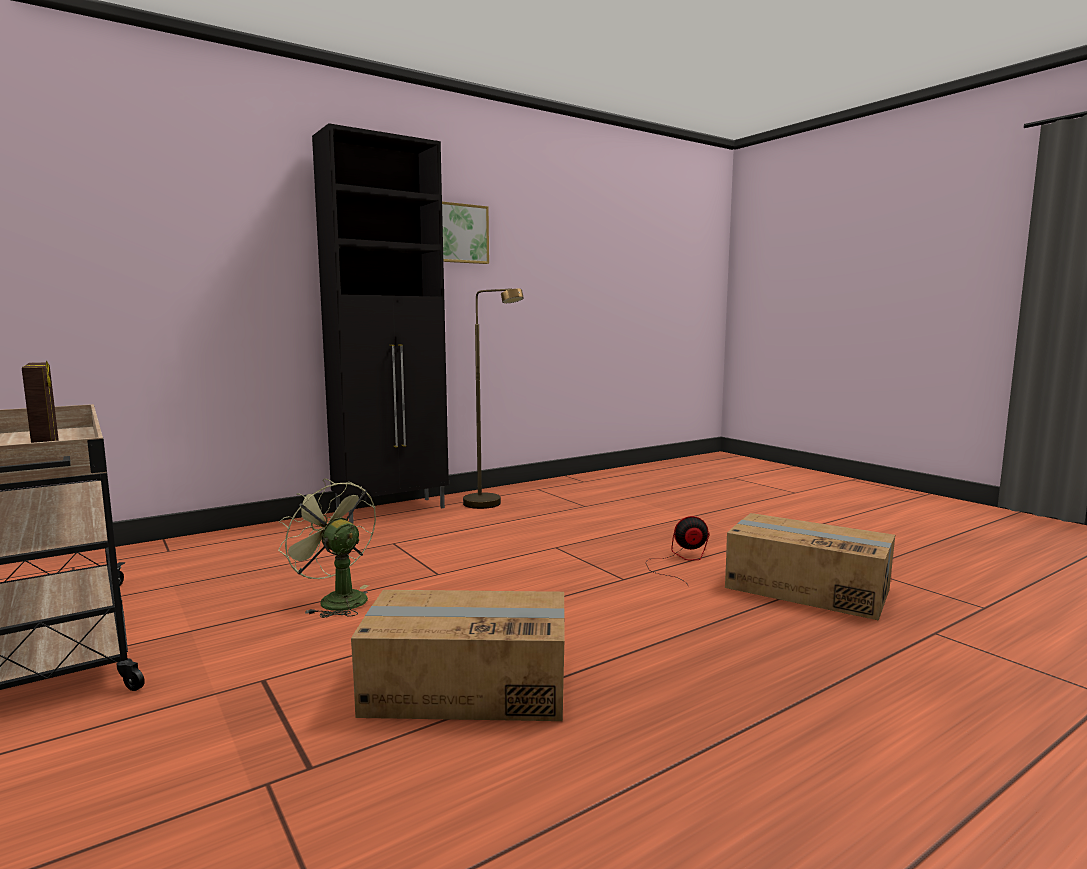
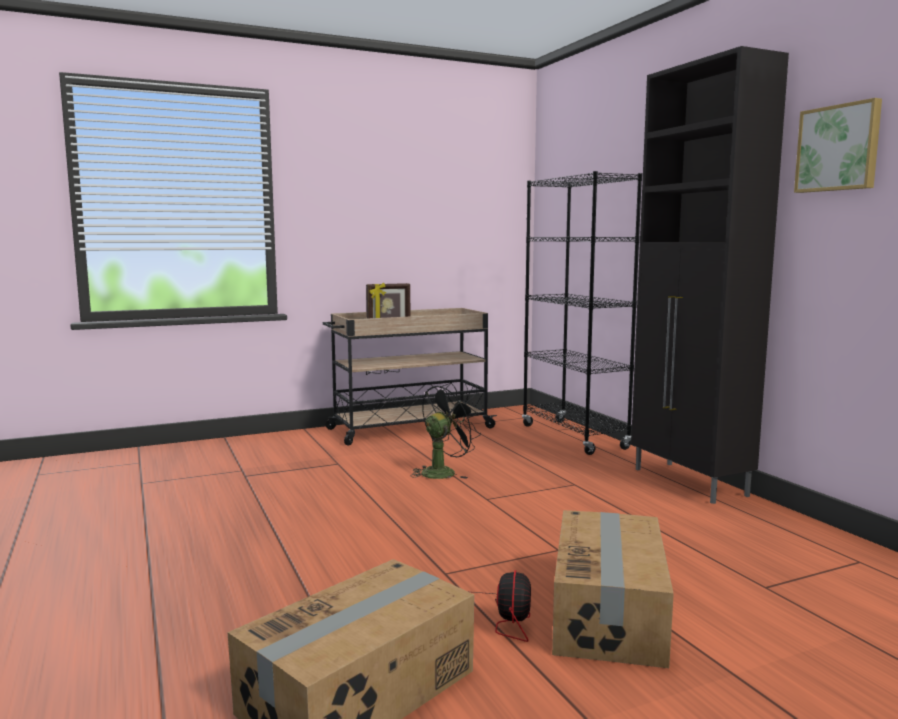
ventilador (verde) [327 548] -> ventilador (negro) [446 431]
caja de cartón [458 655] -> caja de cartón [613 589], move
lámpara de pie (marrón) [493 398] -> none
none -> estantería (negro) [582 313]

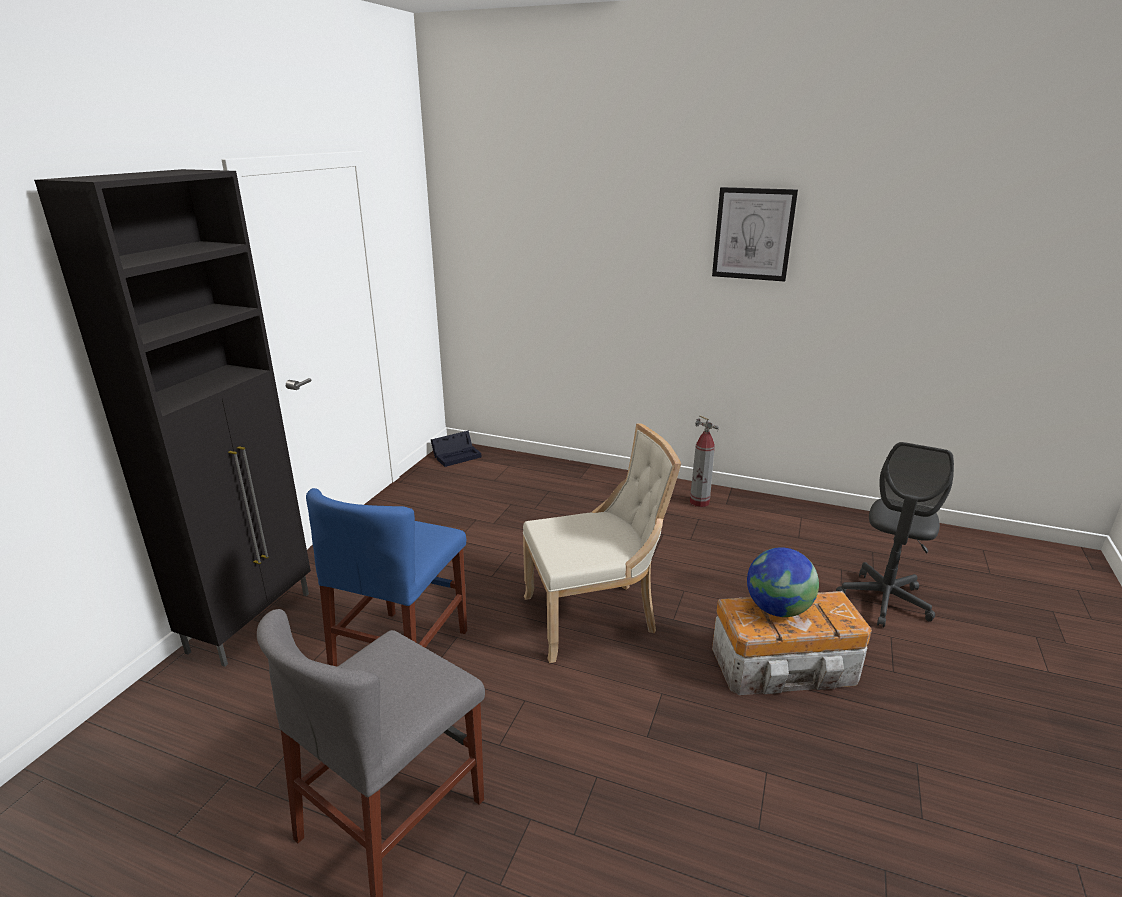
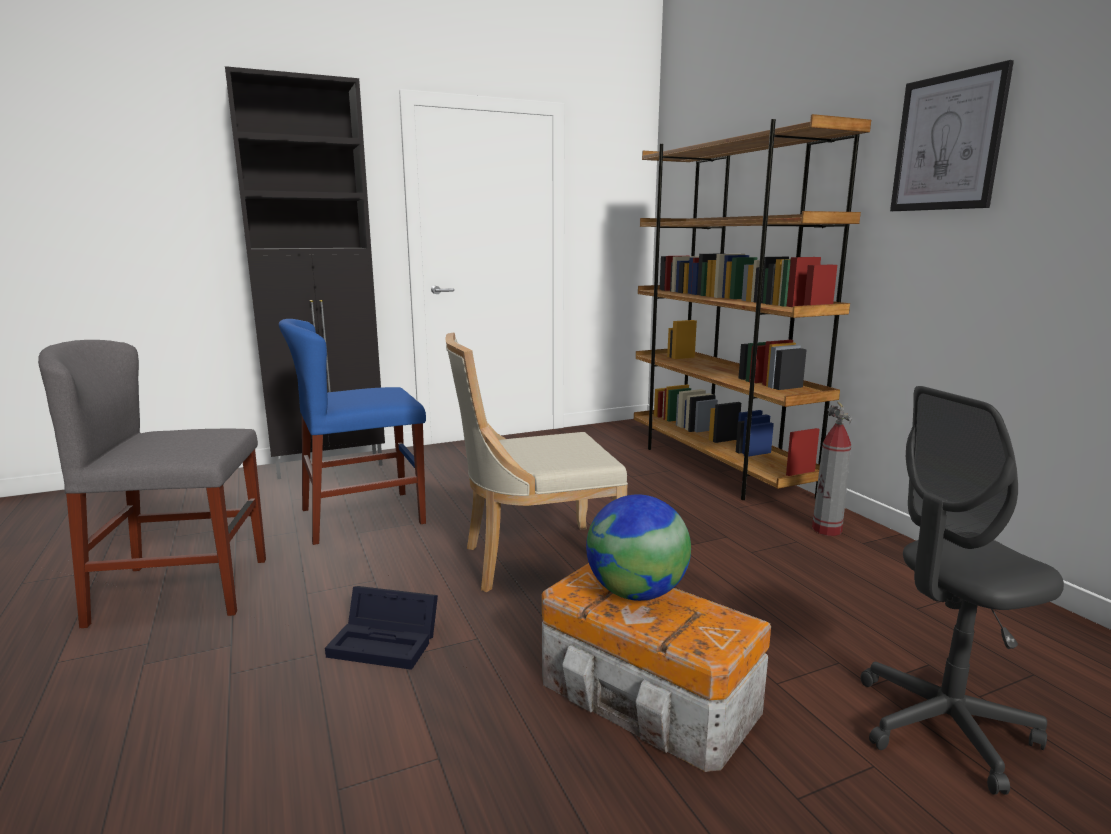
caja de almacenaje (negro) [456 449] -> caja de almacenaje (negro) [381 628], move
silla (beis) [602 543] -> silla (beis) [536 462], 135 degrees clockwise
none -> estantería (marrón) [752 307]

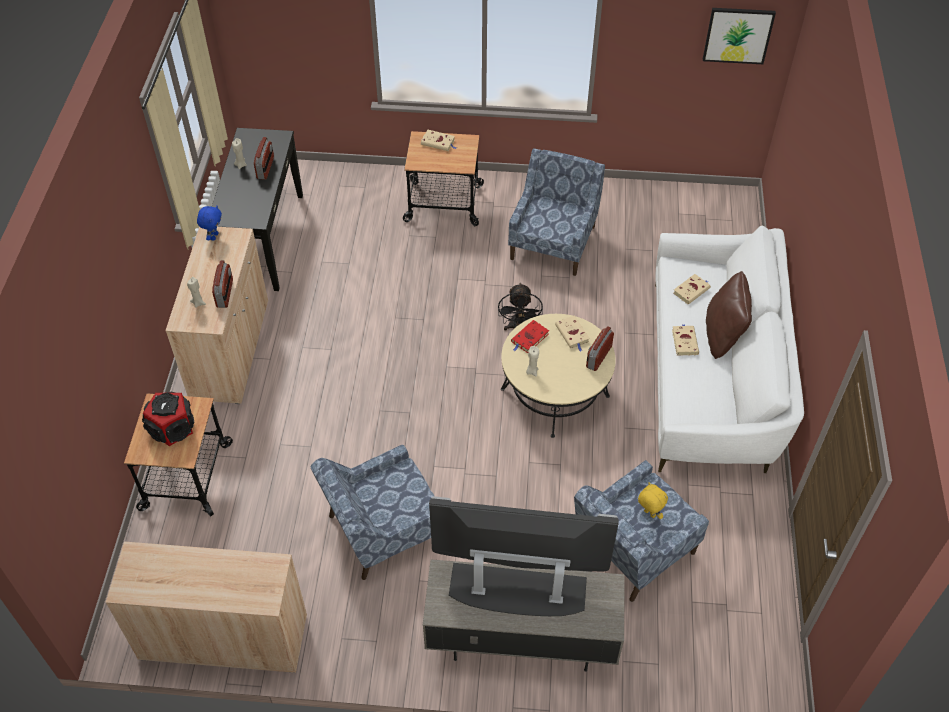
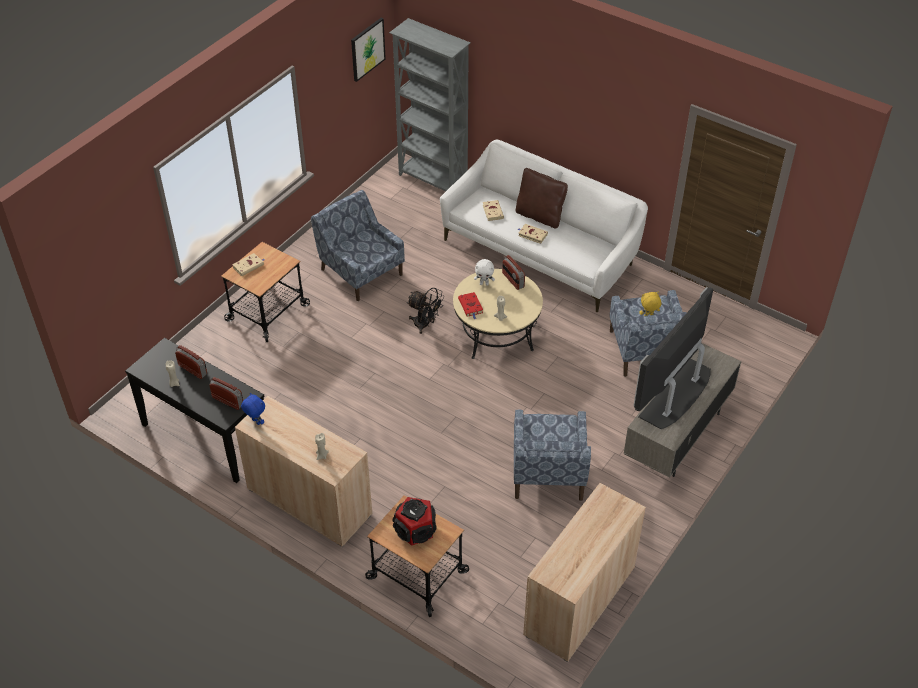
radio [222 284] -> radio [226 393], move
libro (beis) [572 333] -> peluche (blanco) [484 272]
none -> estantería (gris) [430 104]

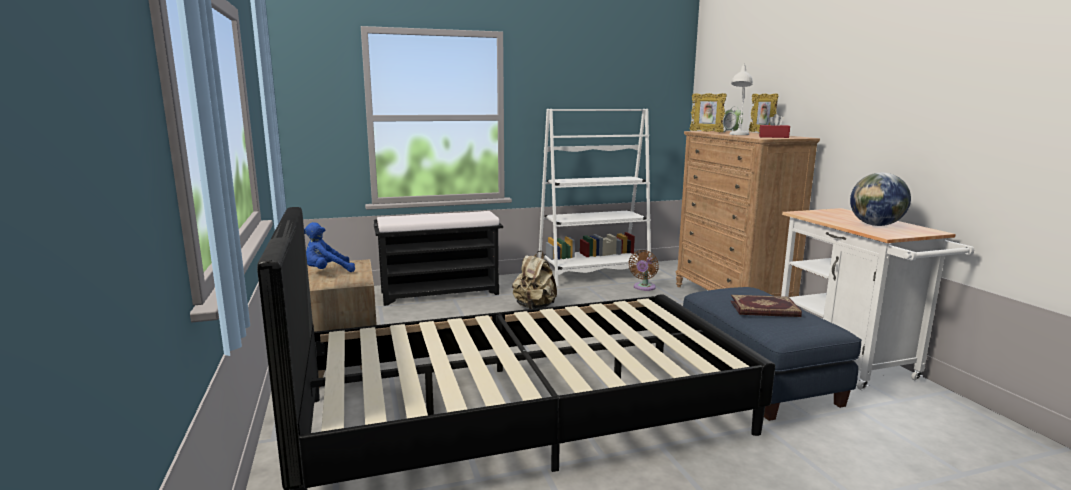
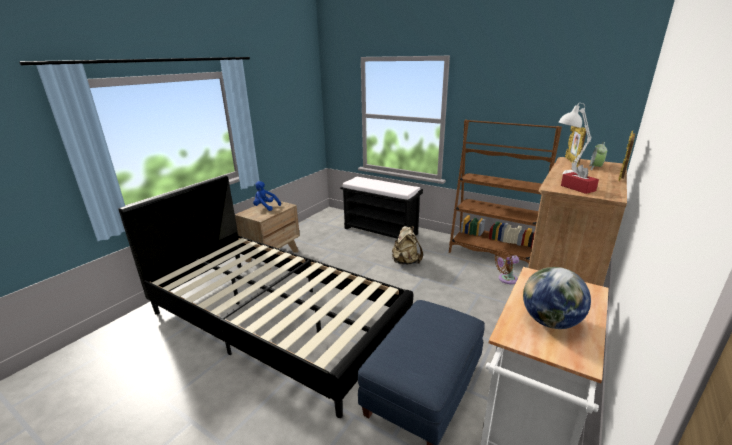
estantería (blanco) [594 197] -> estantería (marrón) [505 191]
libro [766 306] -> none

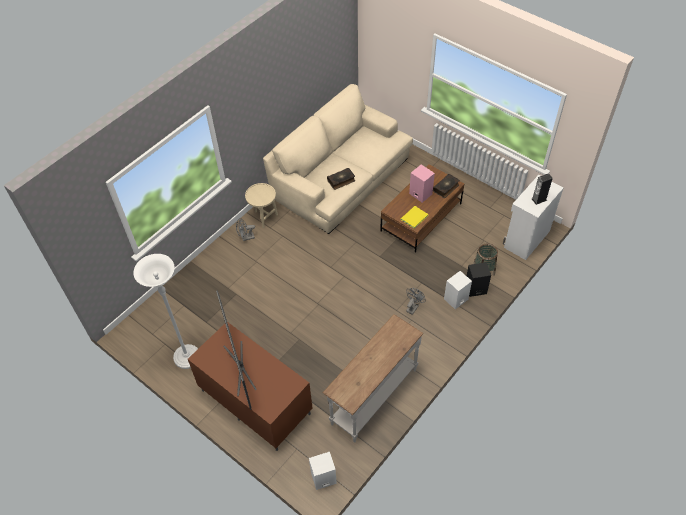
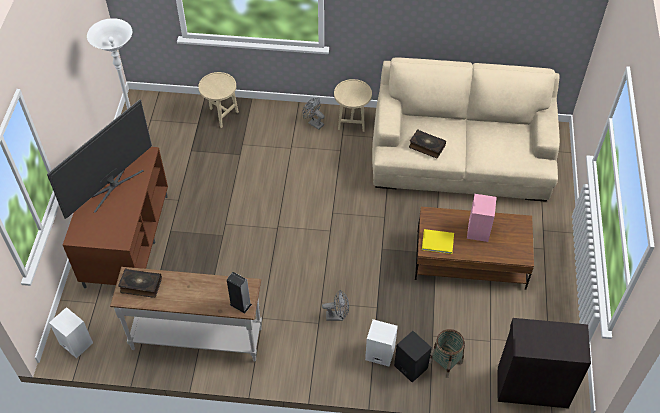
libro [446 186] -> libro [140 283], move
armario (blanco) [533 217] -> armario (negro) [544 363]
altavoz [542 189] -> altavoz [239 293], move
none -> mesa auxiliar (beis) [218 100]

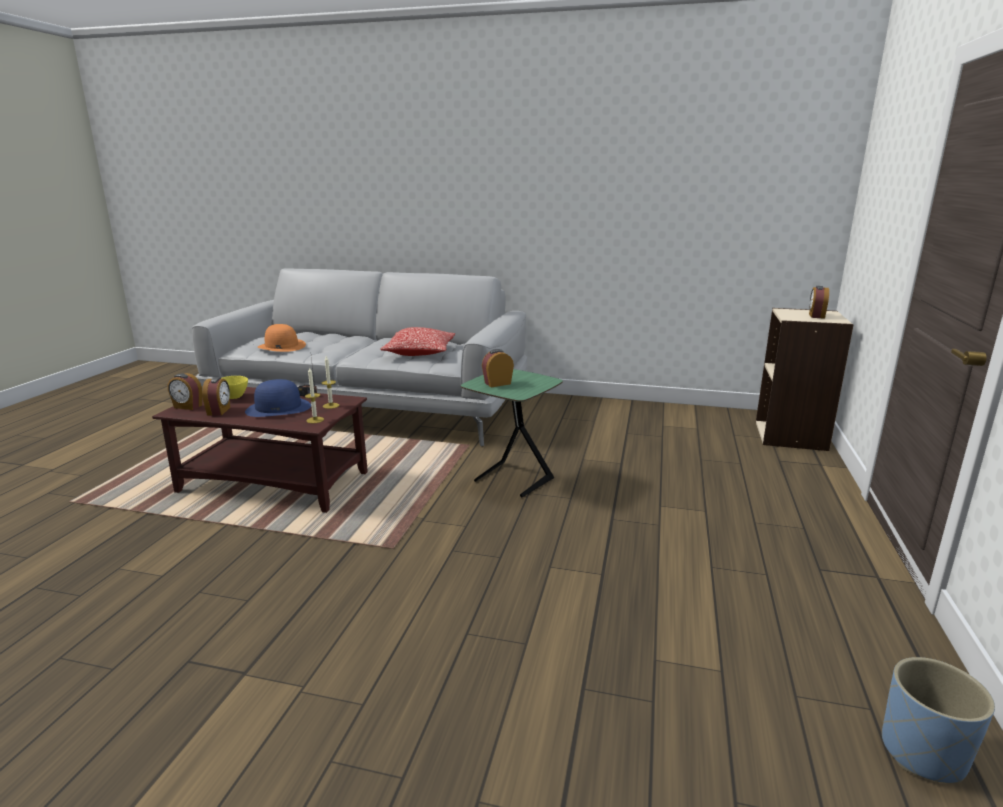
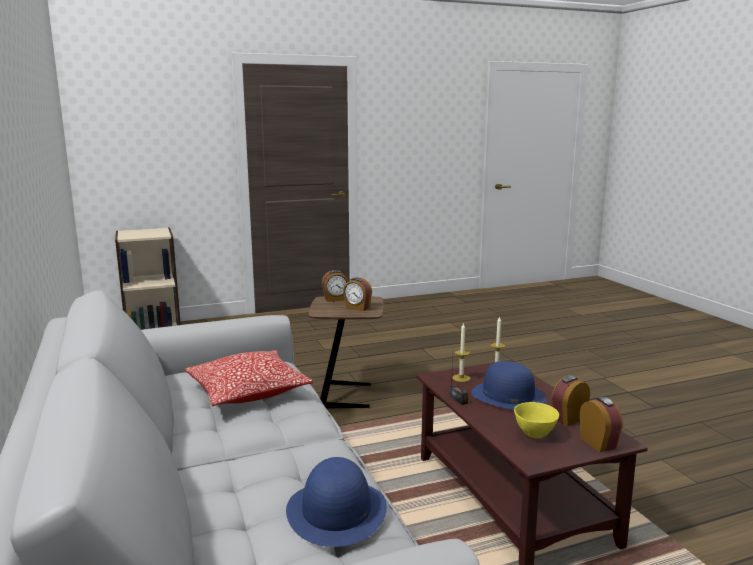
sombrero (naranja) [282 338] -> sombrero (azul) [336 502]
mesa auxiliar (verde) [512 433] -> mesa auxiliar (marrón) [346 352]
despertador [819 302] -> despertador [335 286], move
maceta (azul) [938 720] -> none

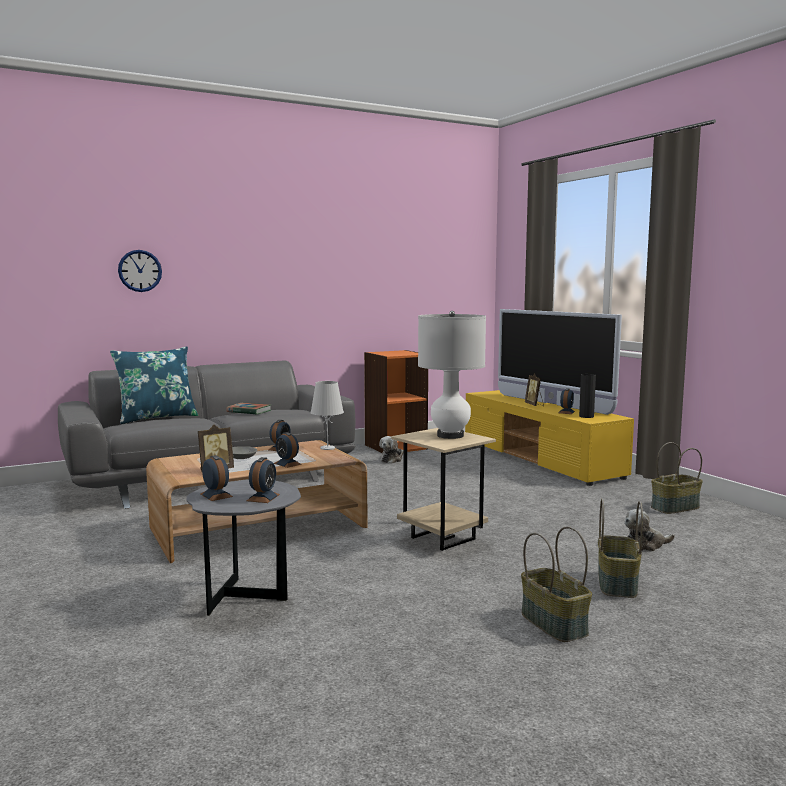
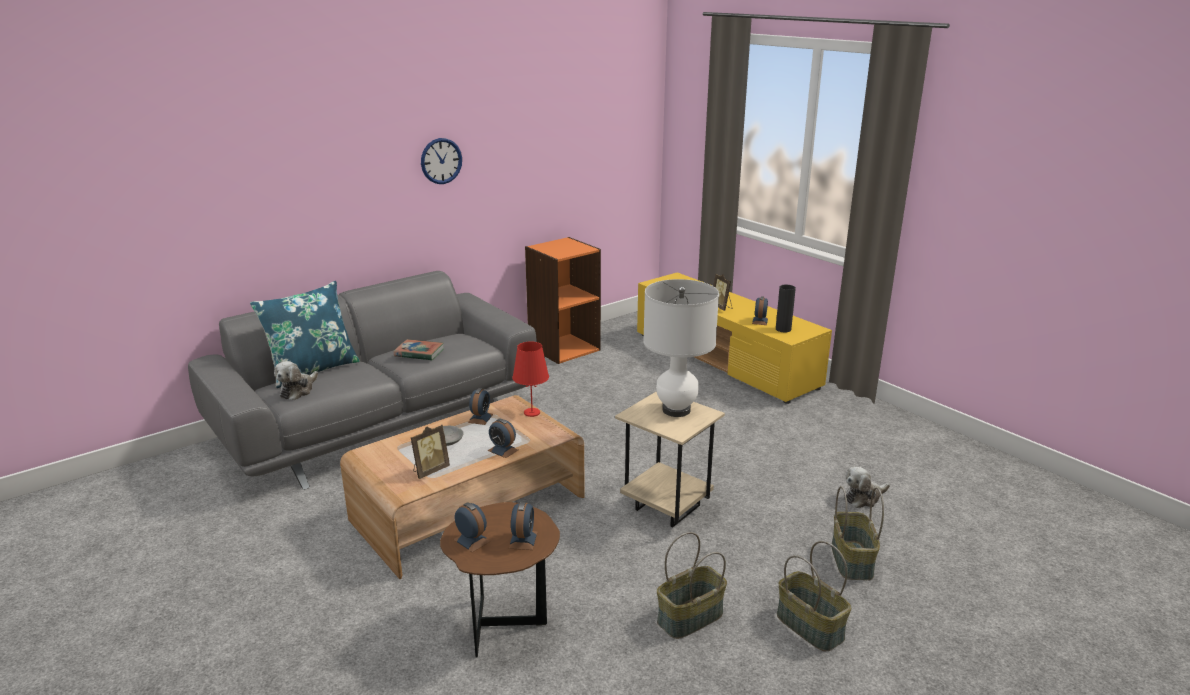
reloj de pared [140 271] -> reloj de pared [441 161], move
mesa auxiliar (gris) [243 548] -> mesa auxiliar (marrón) [500 579]
lámpara de mesa (blanco) [327 415] -> lámpara de mesa (rojo) [530 379]
peluche [391 449] -> peluche [296 380], move
televisor [560 362] -> none
cesta [677 478] -> cesta [692 585], move

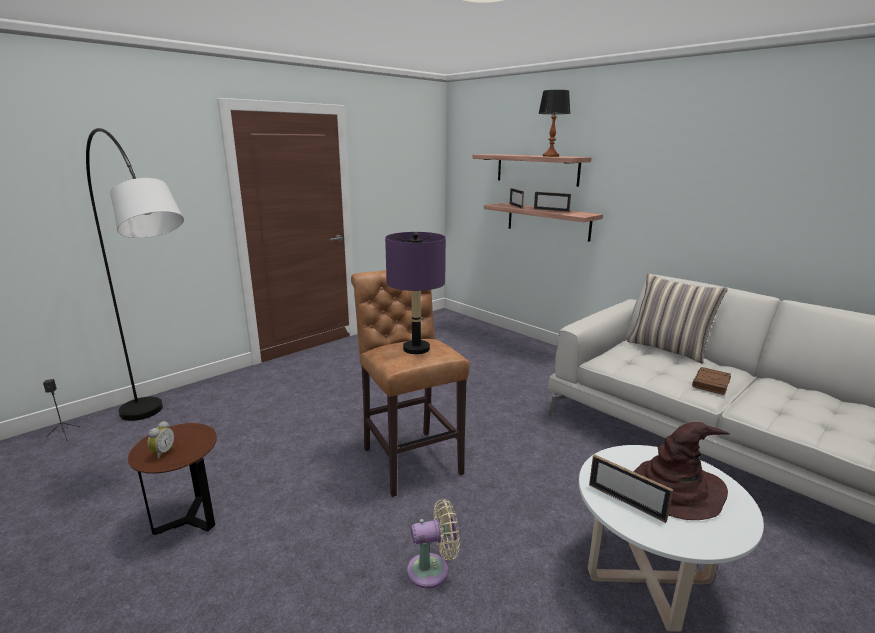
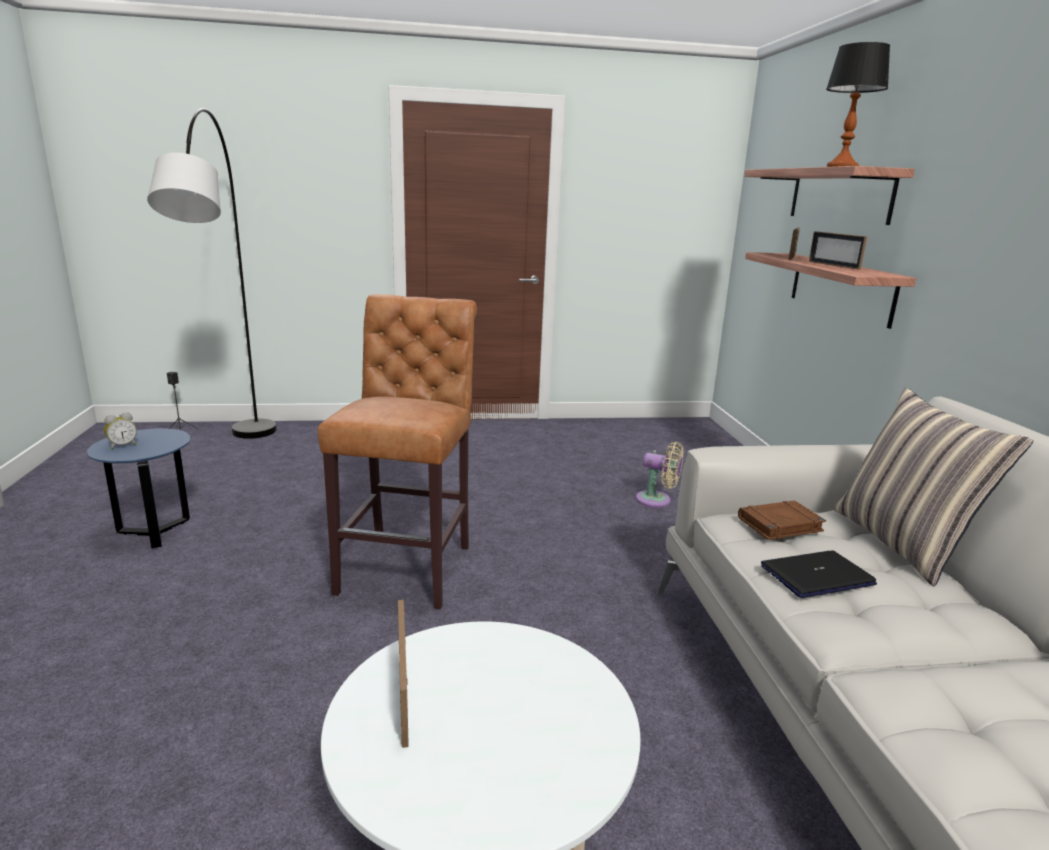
mesa auxiliar (marrón) [172 479] -> mesa auxiliar (azul) [138 488]
lámpara de mesa (morado) [415 293] -> none
ventilador (beis) [433 543] -> ventilador (beis) [660 475], move
sombrero (marrón) [682 471] -> none
libro (marrón) [711 381] -> libro (marrón) [782 520], move
none -> portátil [819 574]

